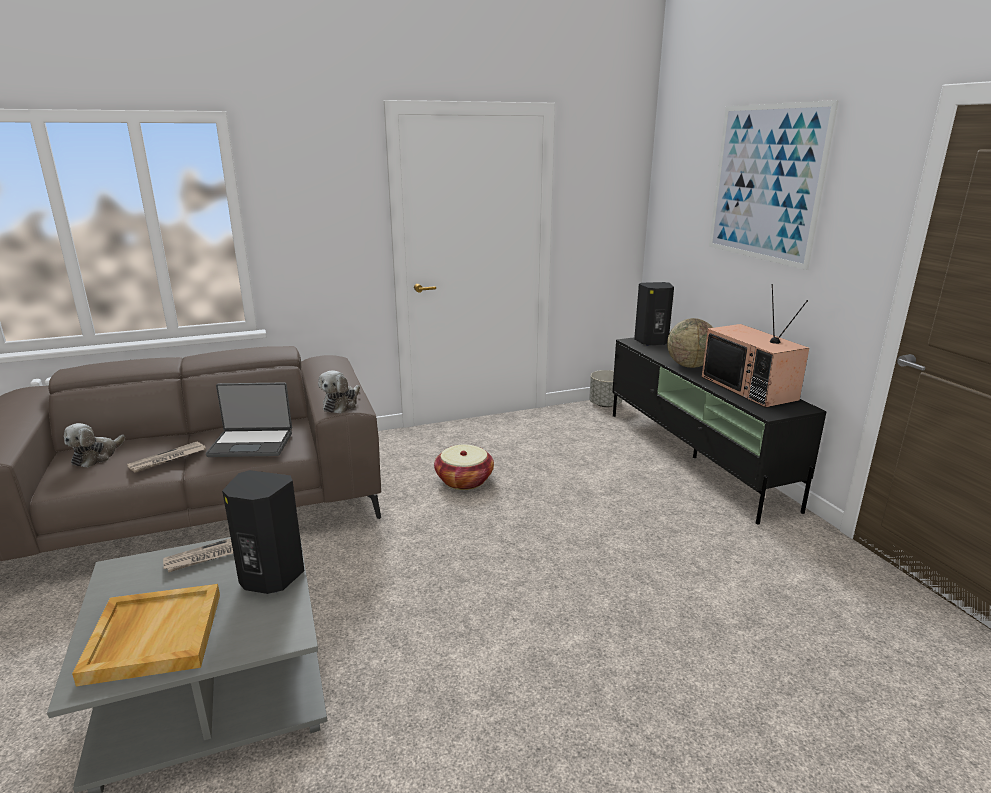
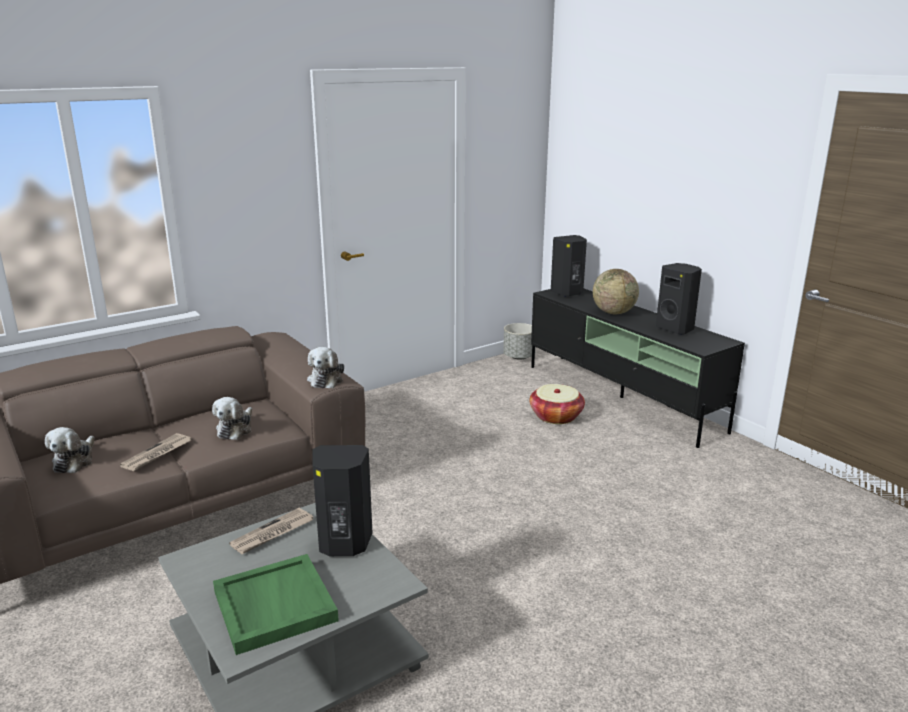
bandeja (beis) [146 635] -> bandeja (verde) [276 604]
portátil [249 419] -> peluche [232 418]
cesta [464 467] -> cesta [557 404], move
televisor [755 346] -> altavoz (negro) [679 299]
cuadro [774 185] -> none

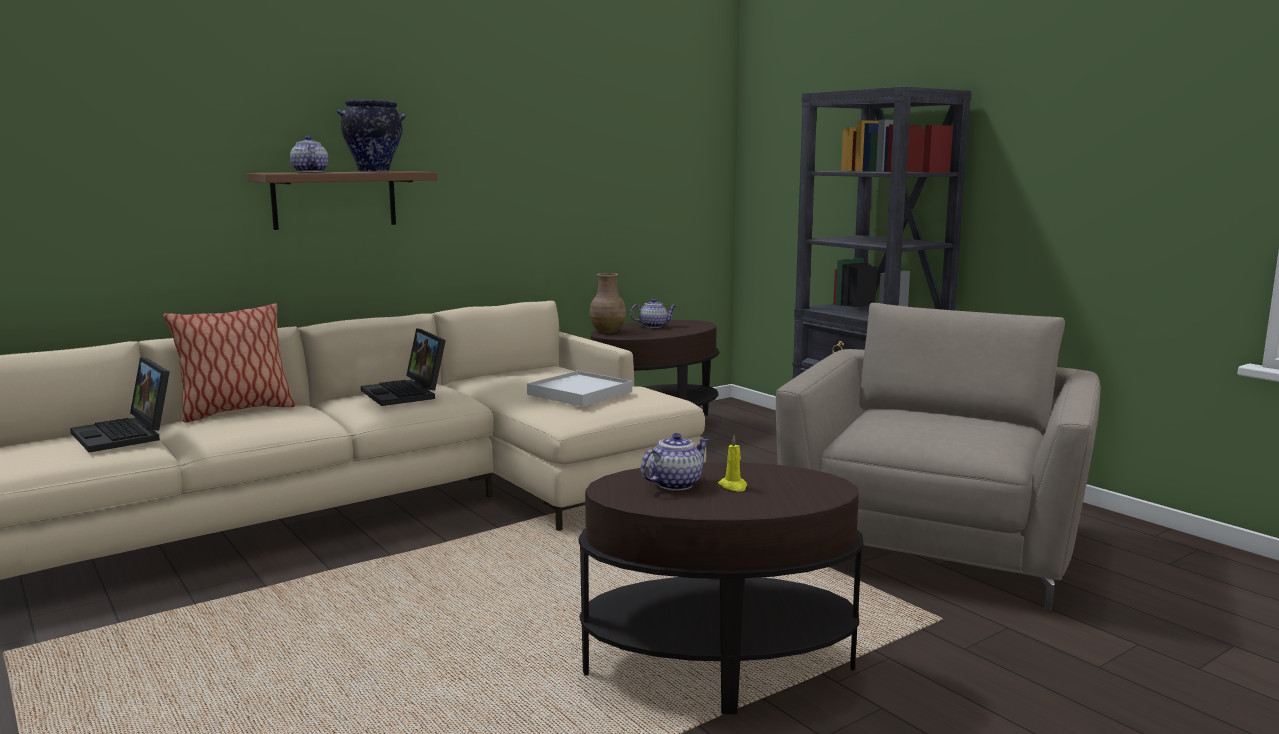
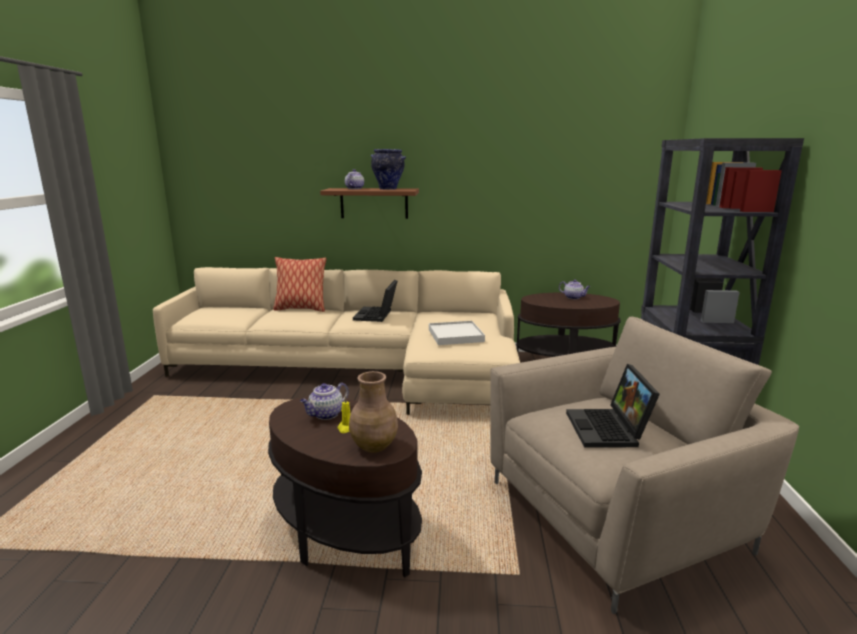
portátil [120 404] -> portátil [613 405], move
florero (marrón) [607 303] -> florero (marrón) [373 412], move
tetera [675 462] -> tetera [324 401], 135 degrees clockwise

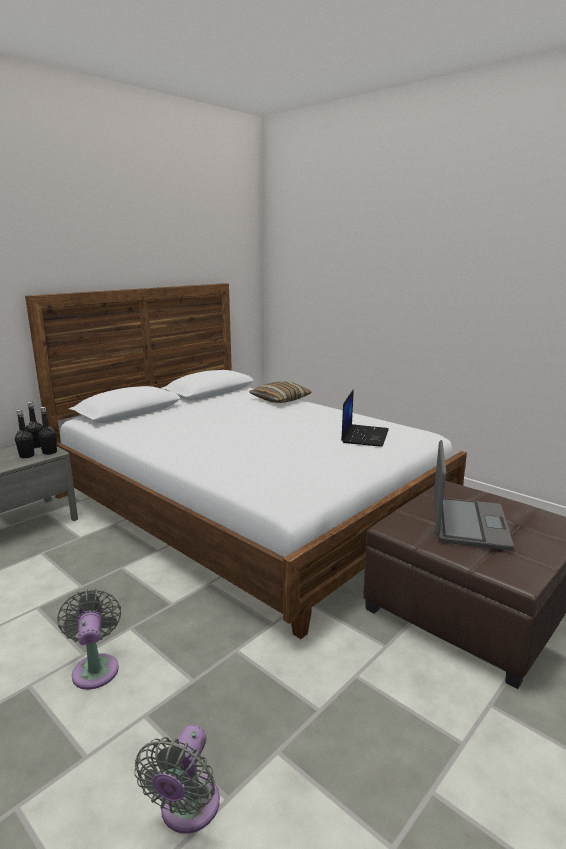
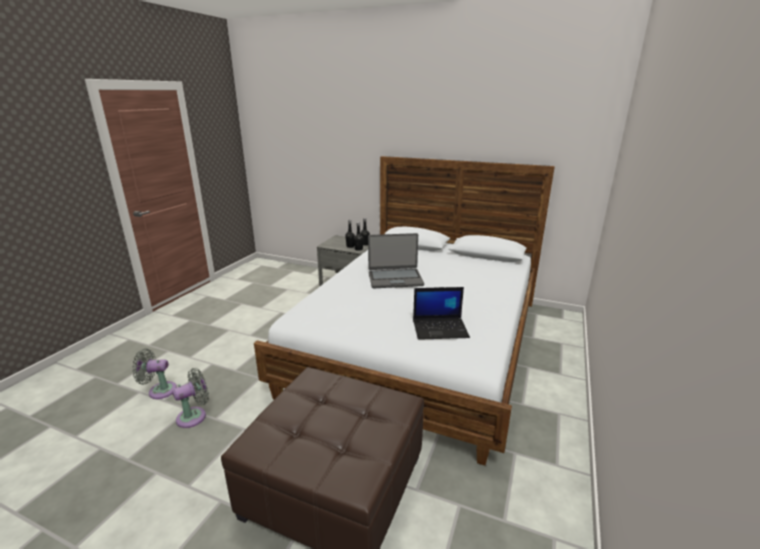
ventilador (gris) [89 639] -> ventilador (gris) [190 398], move
cojín [280 392] -> none
portátil [474 495] -> portátil [396 260], move

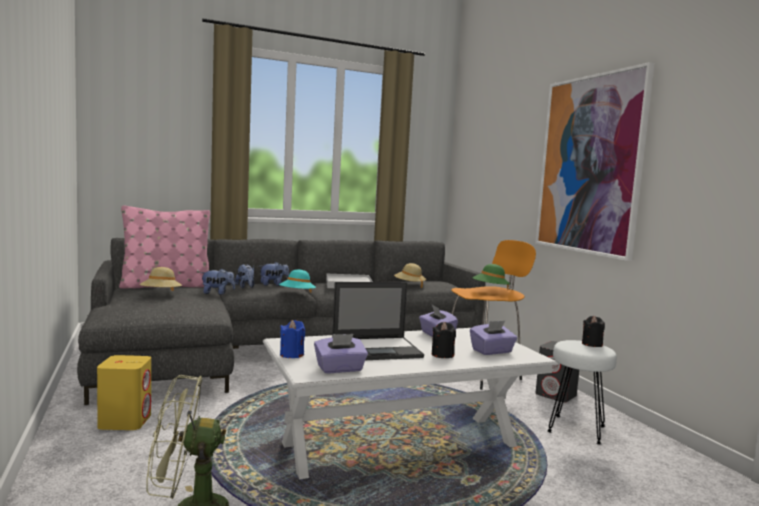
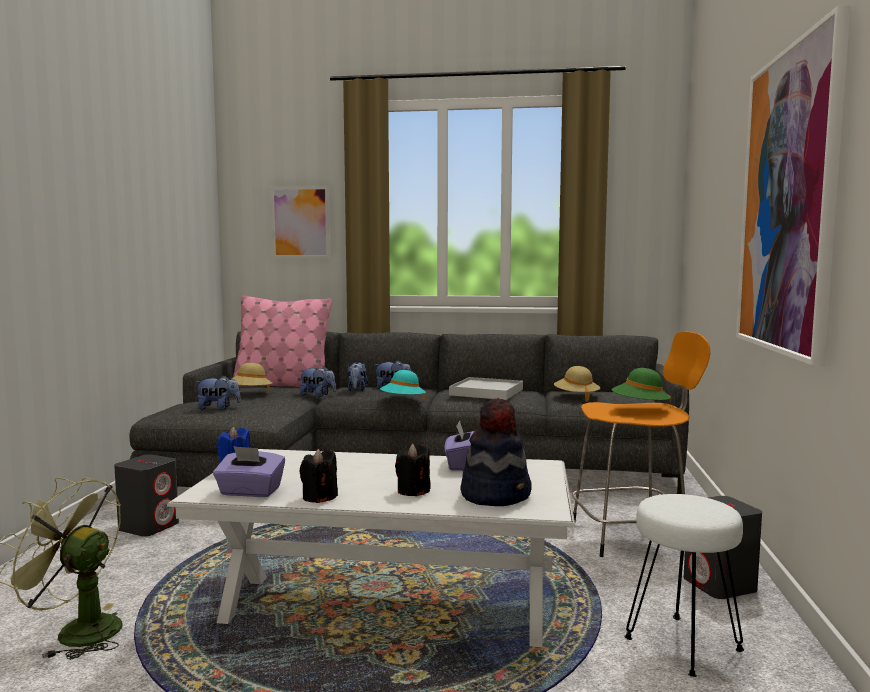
altavoz (amarillo) [124 392] -> altavoz (gris) [146 495]
portátil [378 321] -> none
caja de pañuelos (morado) [493 338] -> sombrero [496 452]
vela (negro) [593 331] -> vela (negro) [319 476], move
none -> peluche [218 393]
none -> cuadro [300 222]

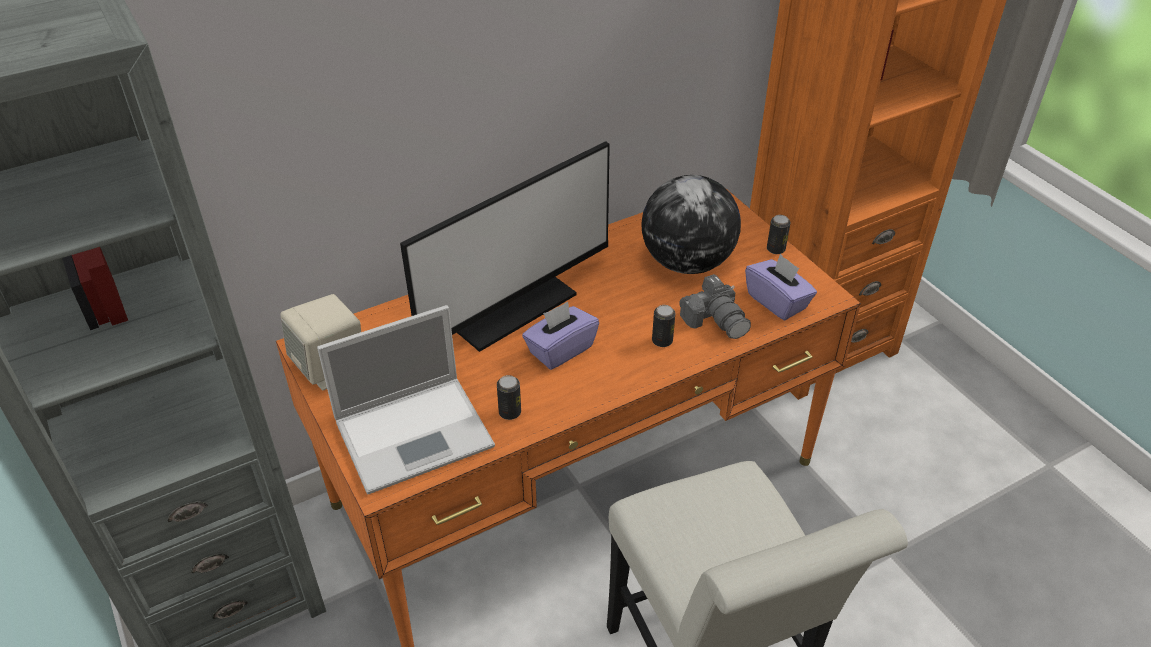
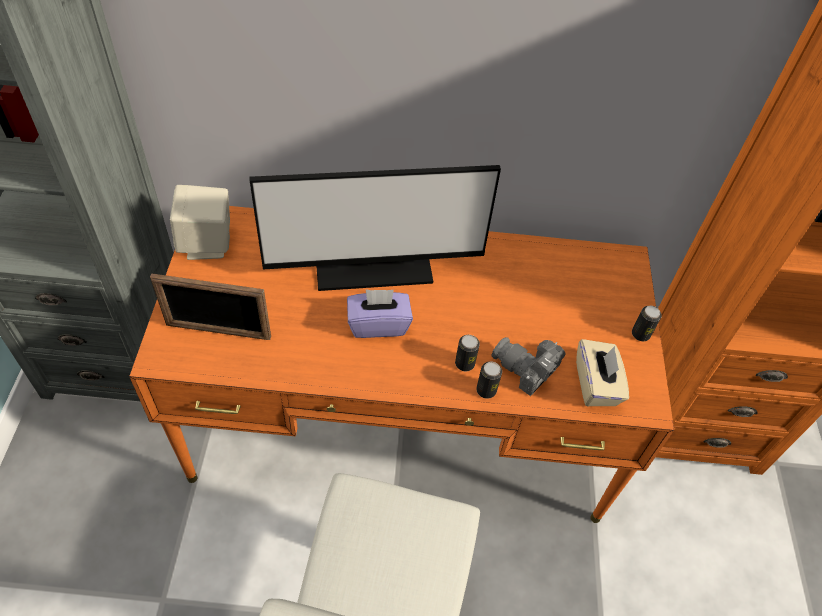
portátil [406 400] -> portarretratos [210 306]
lata [509 397] -> lata [489 380], move
globo terráqueo [691 224] -> none
cámara [715 306] -> cámara [529 366], 120 degrees clockwise
caja de pañuelos (morado) [781 287] -> caja de pañuelos (beis) [602 372]

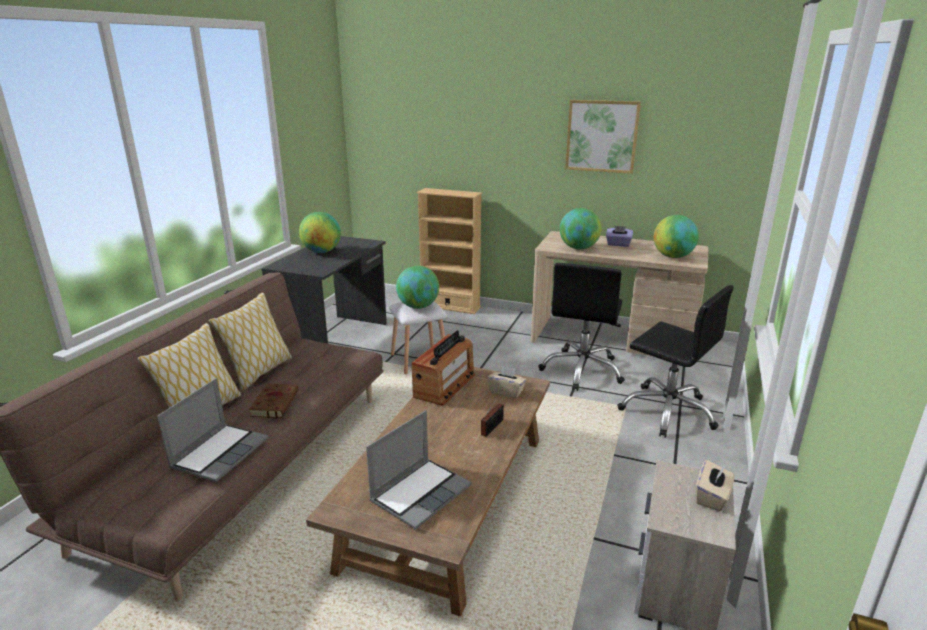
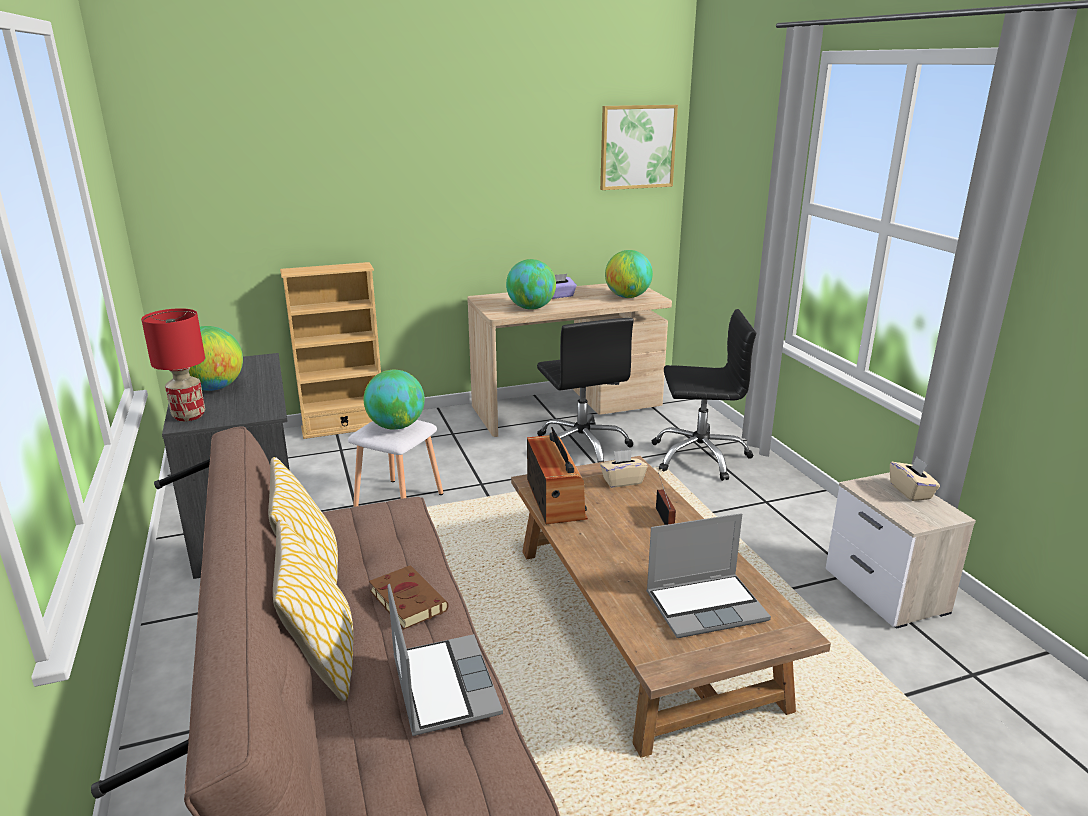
portátil [418 470] -> portátil [708 575], 75 degrees clockwise
cuadro [603 137] -> cuadro [639 147], move
none -> lámpara de mesa (rojo) [173 364]

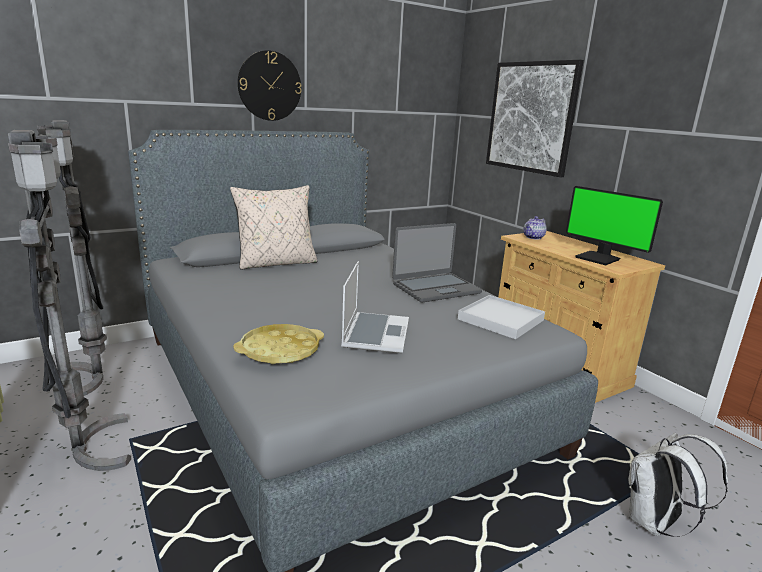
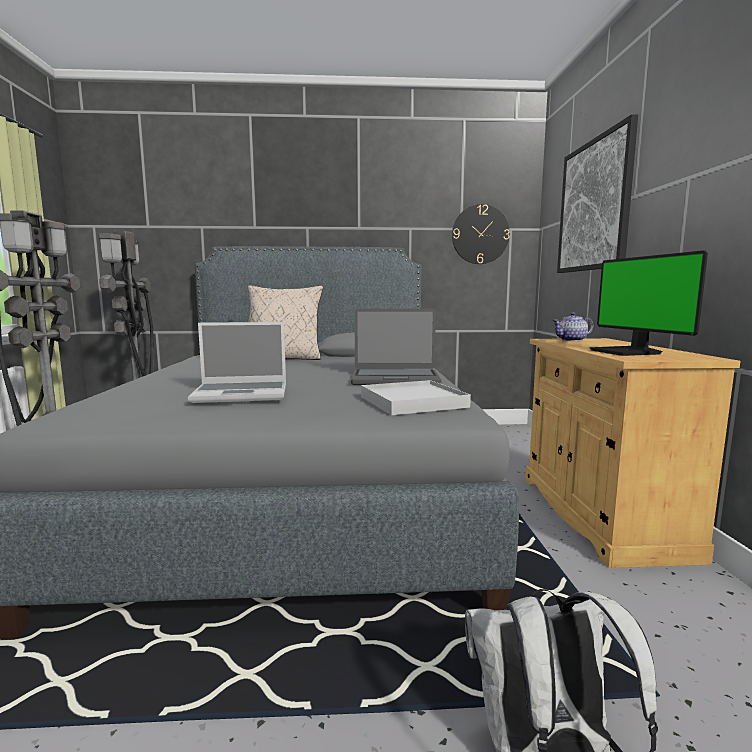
bandeja (amarillo) [278 344] -> none
reloj de pared [270 85] -> reloj de pared [481 234], move
portátil [375 307] -> portátil [237 362], 45 degrees clockwise

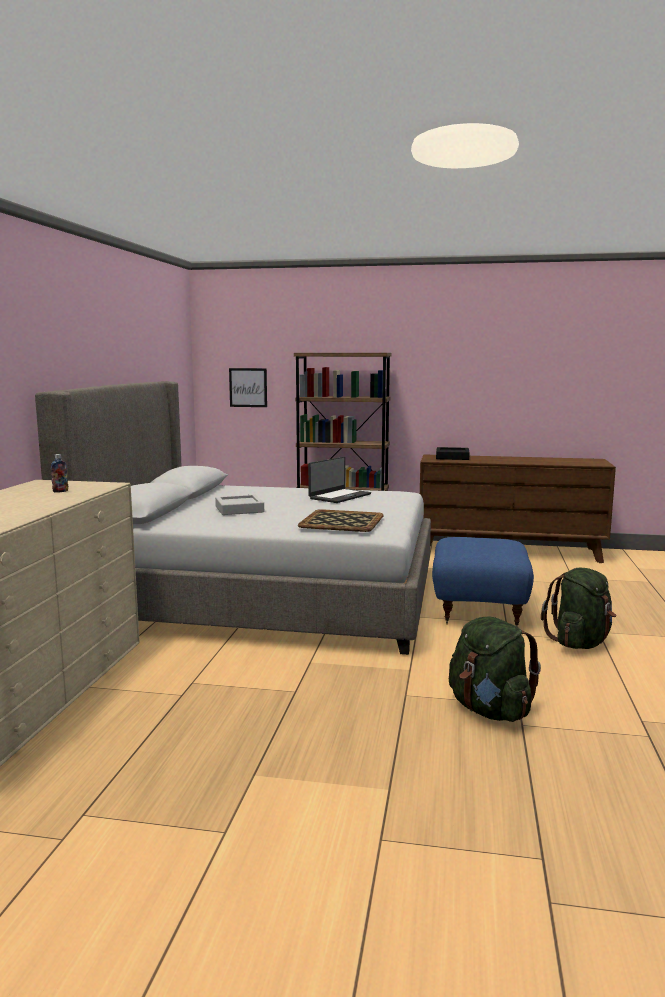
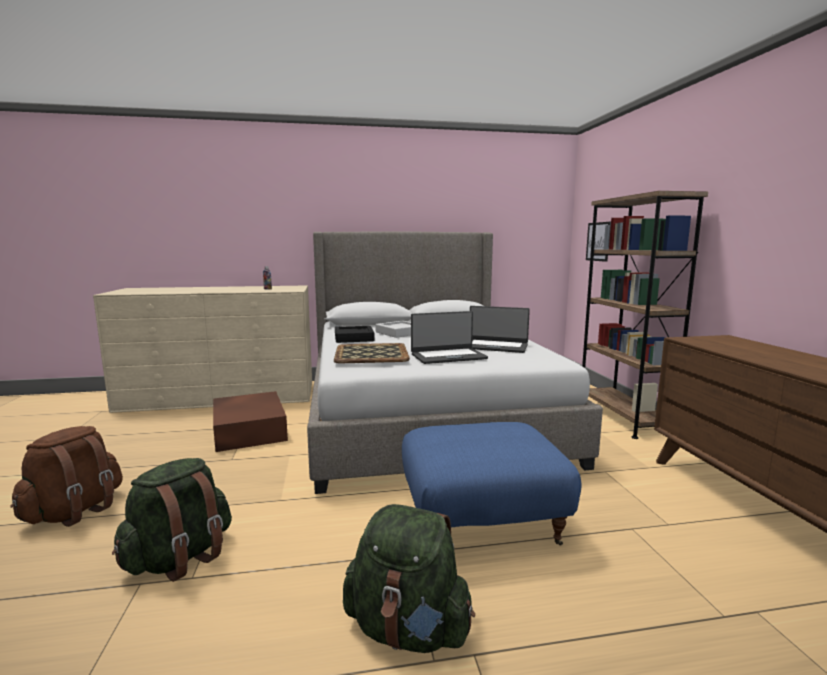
bandeja (negro) [453 453] -> bandeja (negro) [355 334], move
none -> mochila (marrón) [67 476]
none -> caja de almacenaje (marrón) [250 421]
none -> portátil [449 337]

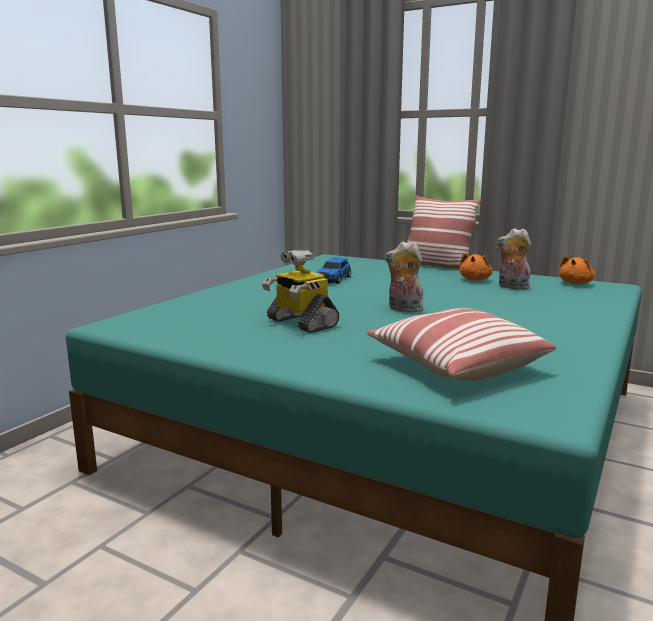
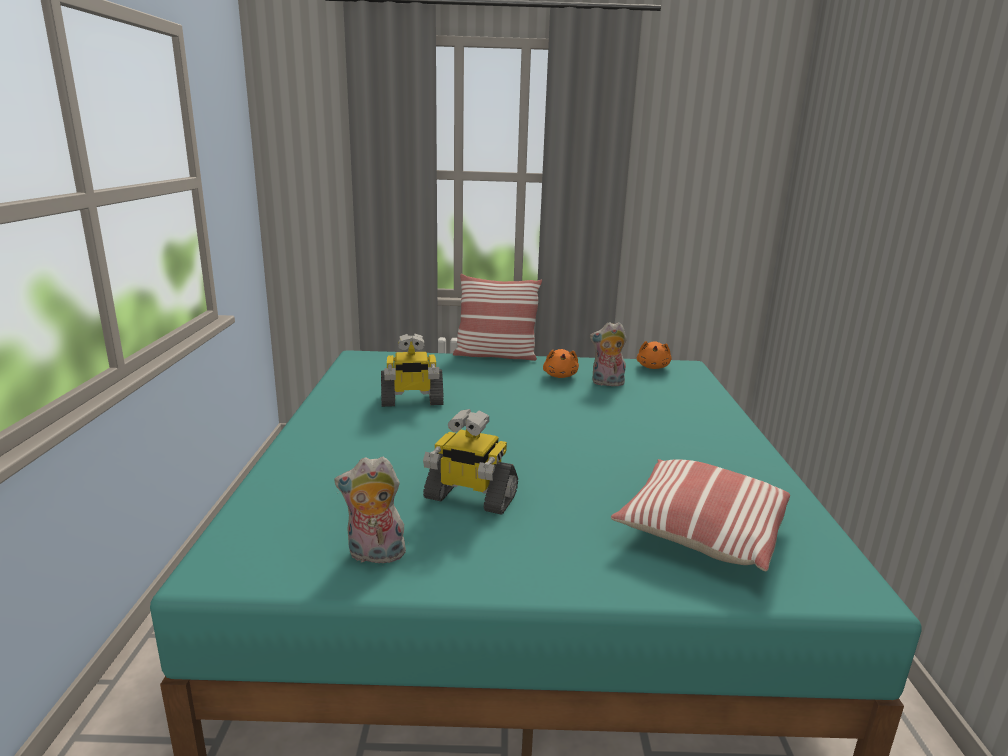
coche de juguete [333 270] -> robot de juguete [412 370]
peluche [404 276] -> peluche [370 510], move

